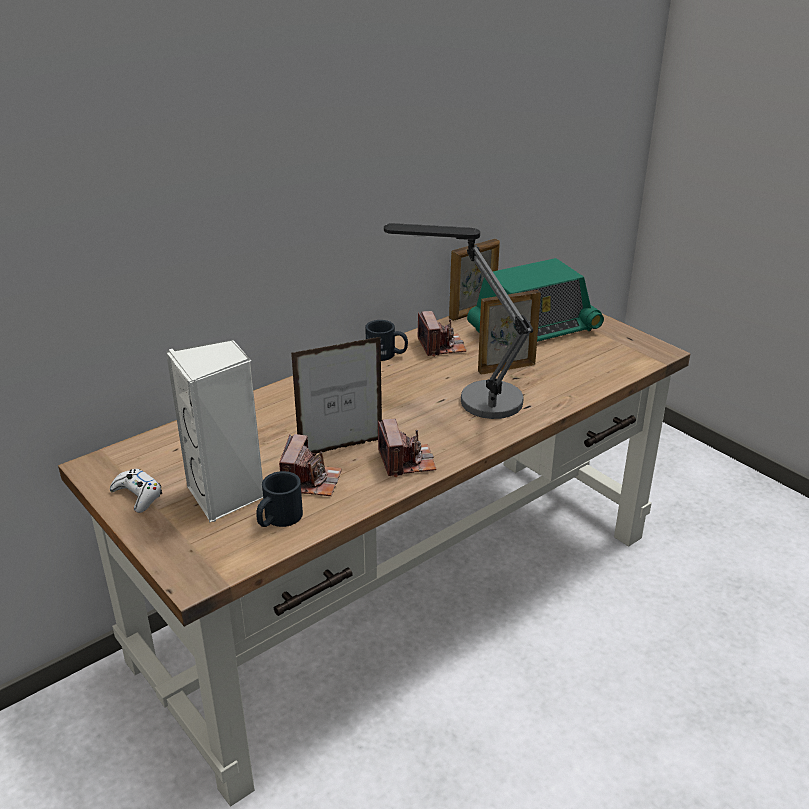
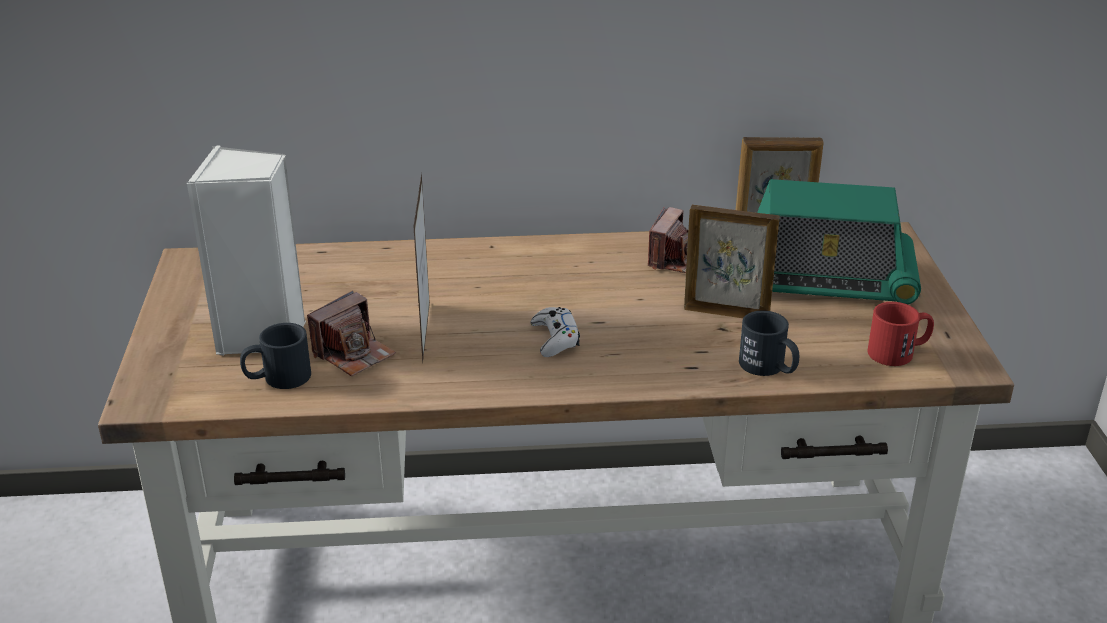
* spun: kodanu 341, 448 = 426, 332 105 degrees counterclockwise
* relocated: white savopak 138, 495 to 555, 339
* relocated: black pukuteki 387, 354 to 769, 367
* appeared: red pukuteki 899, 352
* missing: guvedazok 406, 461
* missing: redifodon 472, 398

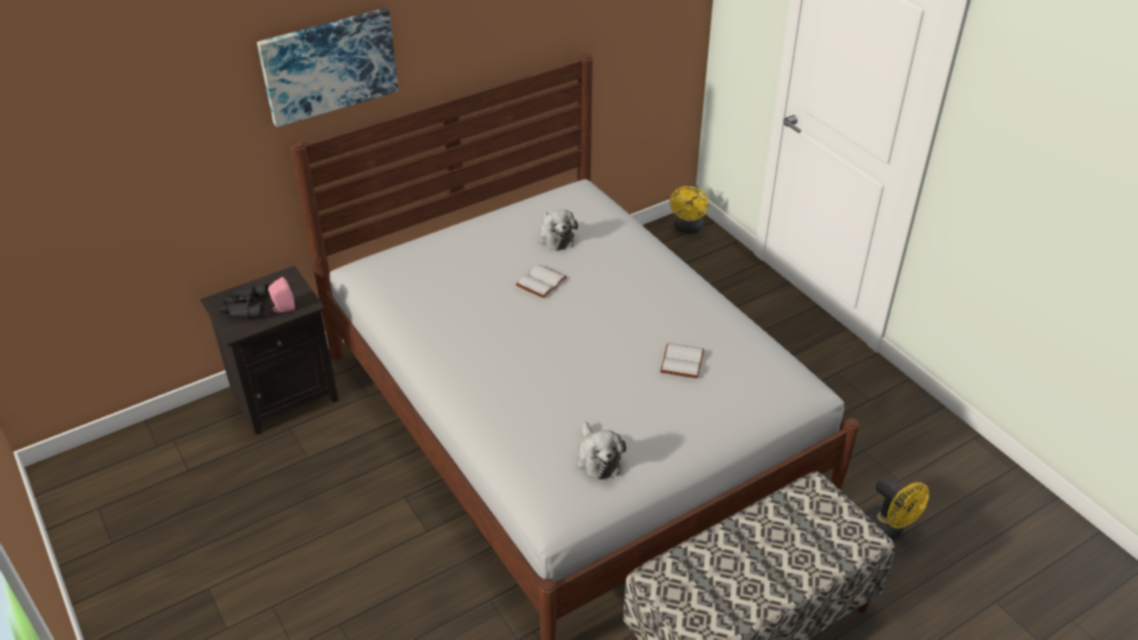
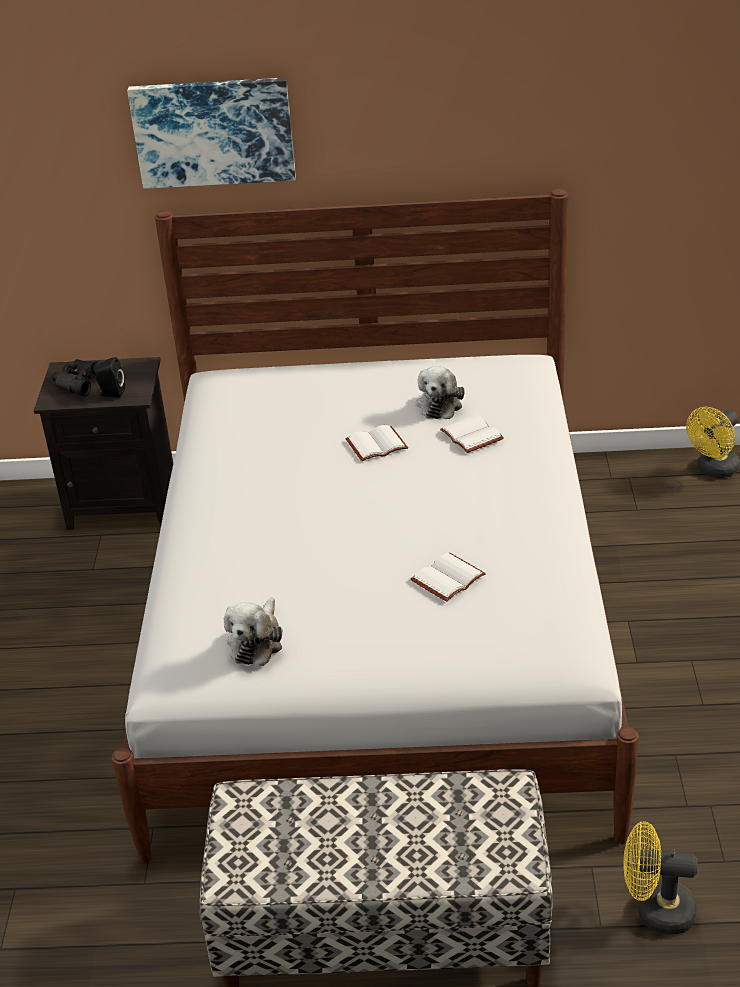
* colour: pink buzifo 283, 308 to black buzifo 111, 393
* appeared: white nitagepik 473, 435
* spun: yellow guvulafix 888, 530 = 655, 911 105 degrees clockwise

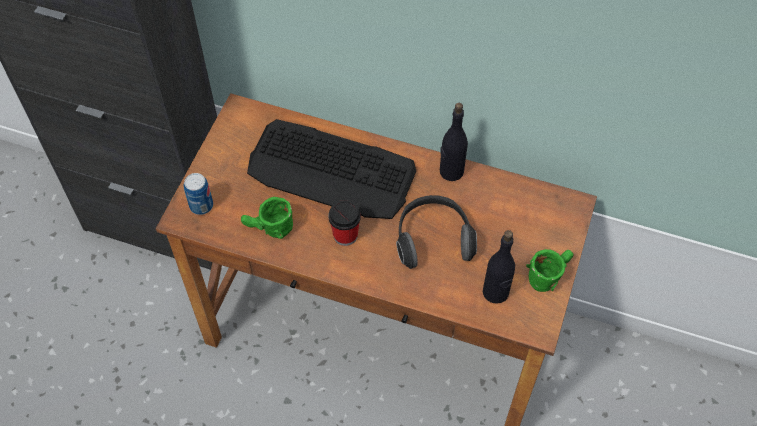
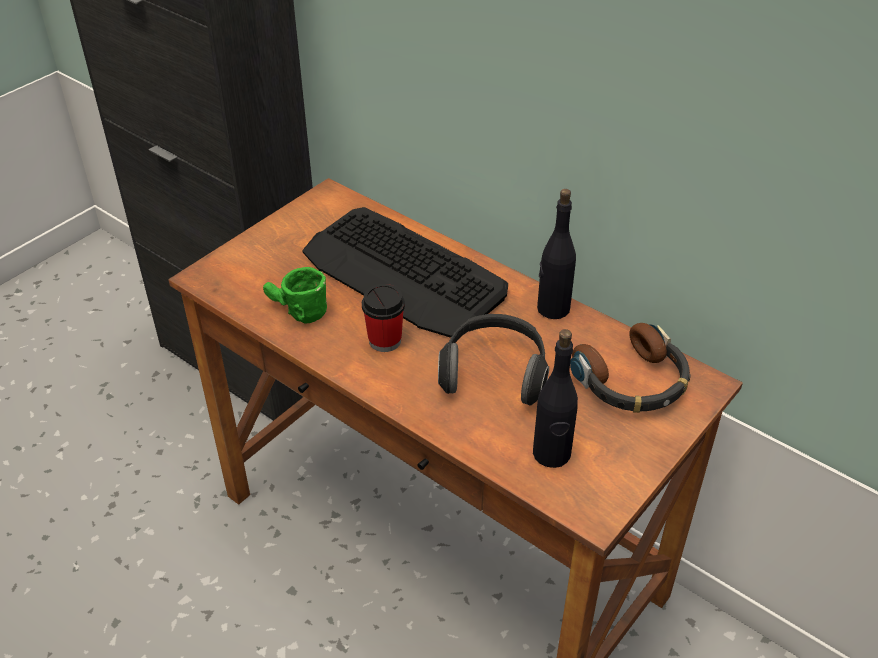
* appeared: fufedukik 632, 381
* missing: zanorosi 201, 205
* missing: green pukuteki 548, 273

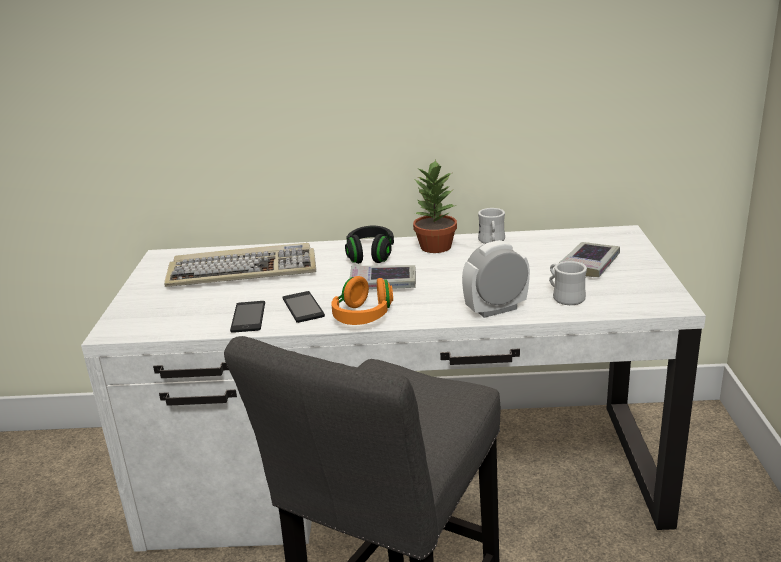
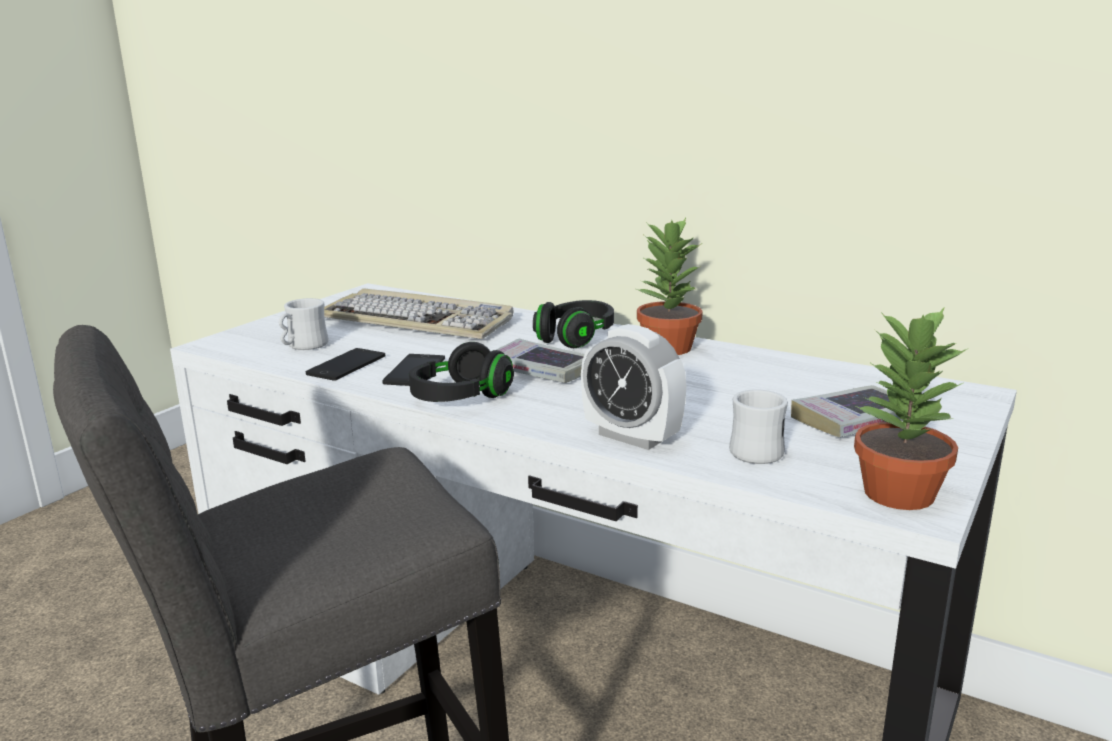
* relocated: white pukuteki 492, 241 to 303, 346
* colour: orange fufedukik 363, 316 to black fufedukik 460, 398
* spun: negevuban 496, 309 = 631, 437 150 degrees counterclockwise
* appeared: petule 896, 494

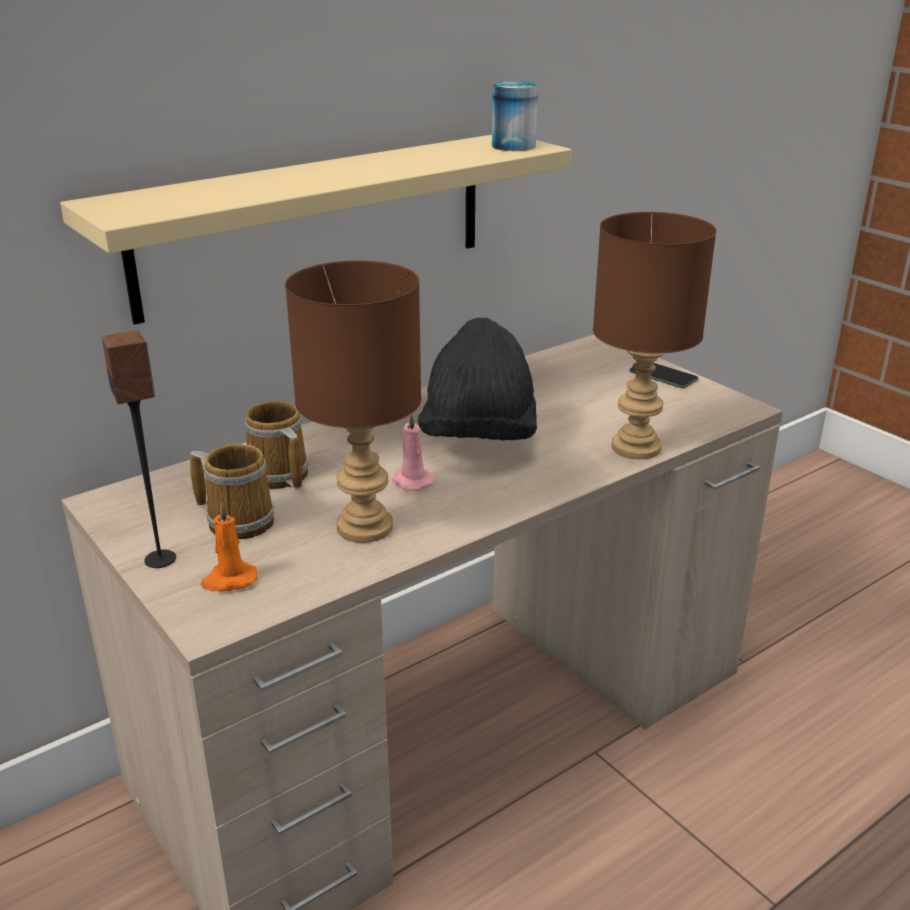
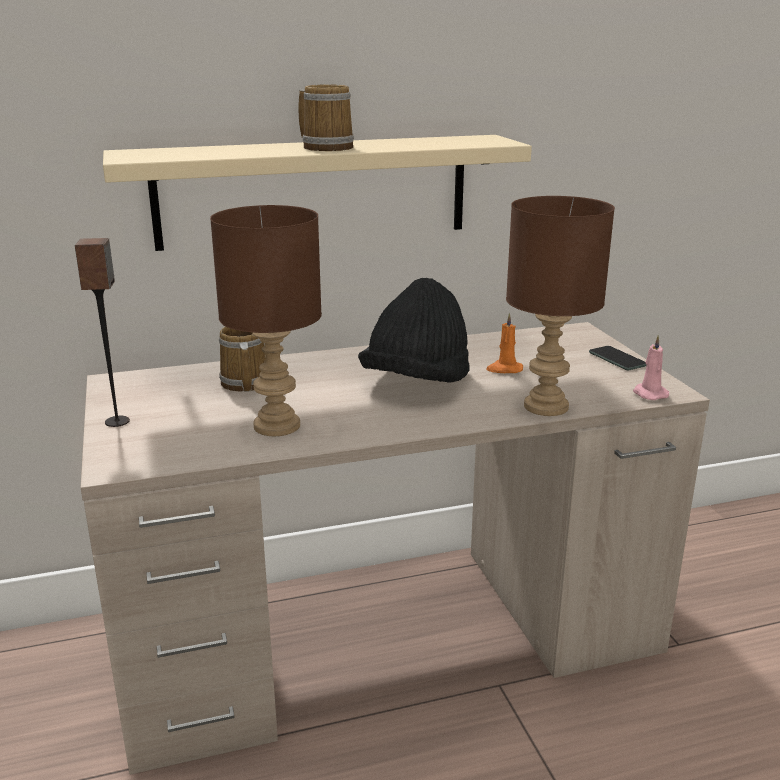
* relocated: pukuteki 238, 520 to 327, 147
* relocated: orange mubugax 229, 580 to 504, 369
* relocated: pink mubugax 411, 481 to 649, 394
* missing: zanorosi 513, 146

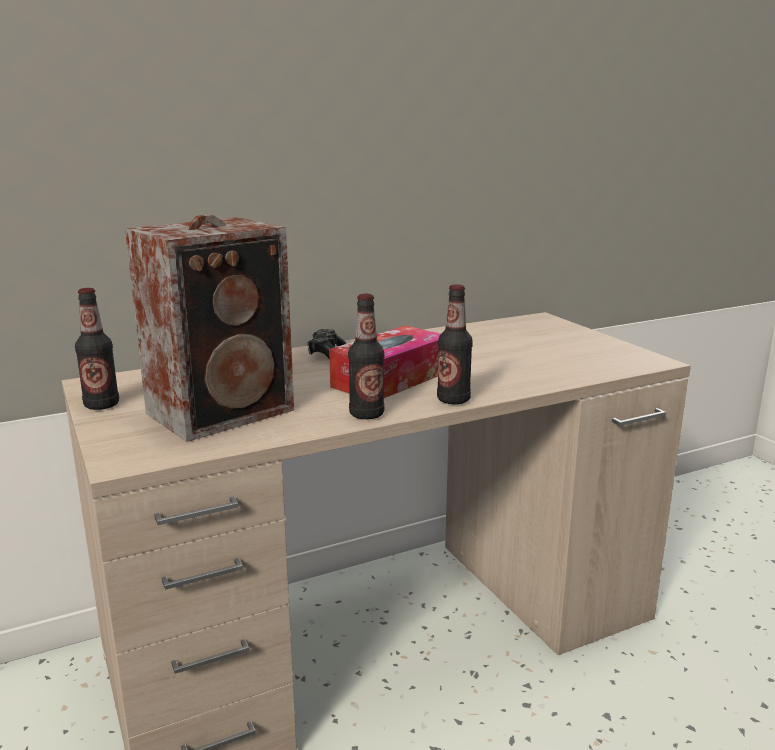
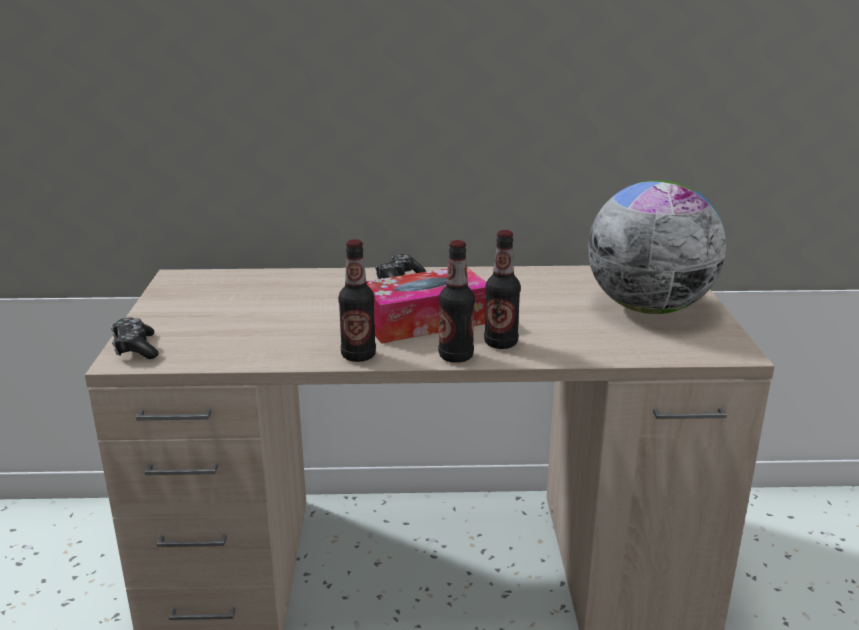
* appeared: savopak 135, 348
* relocated: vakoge 101, 405 to 500, 343
* appeared: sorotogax 648, 308
* missing: buzifo 225, 411

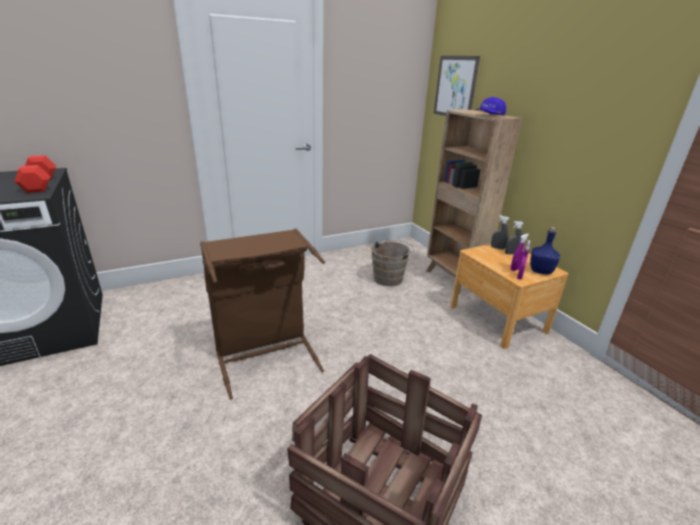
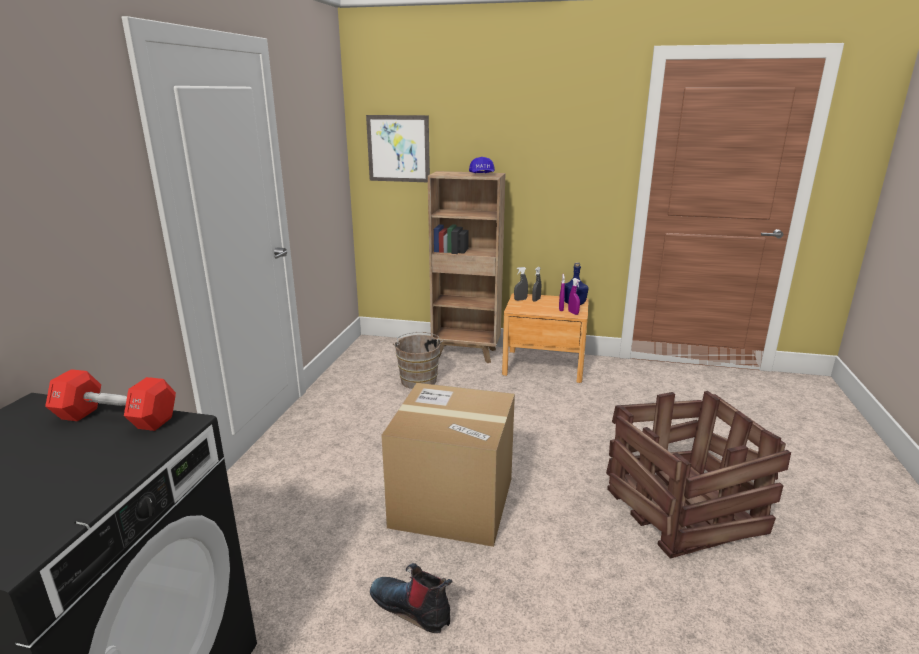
* appeared: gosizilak 412, 608
* exchanged: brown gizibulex 265, 354 to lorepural 452, 502

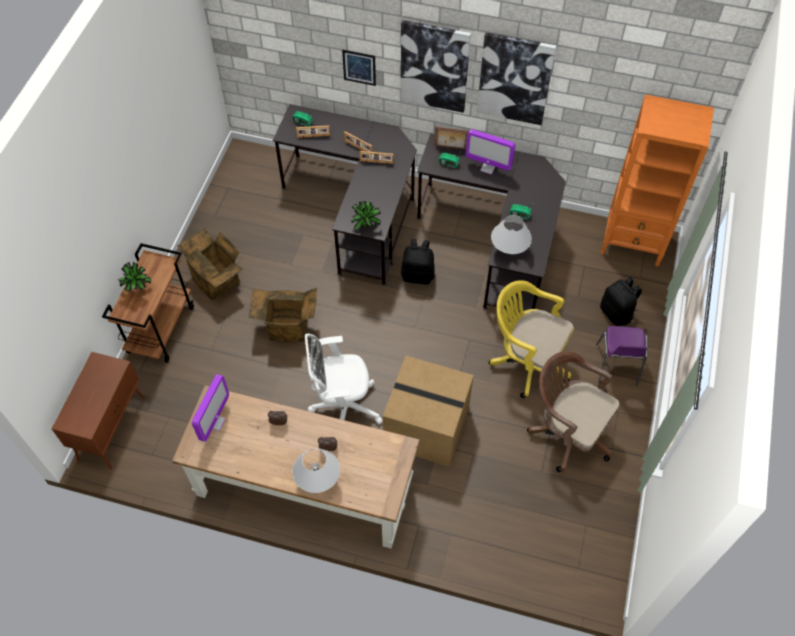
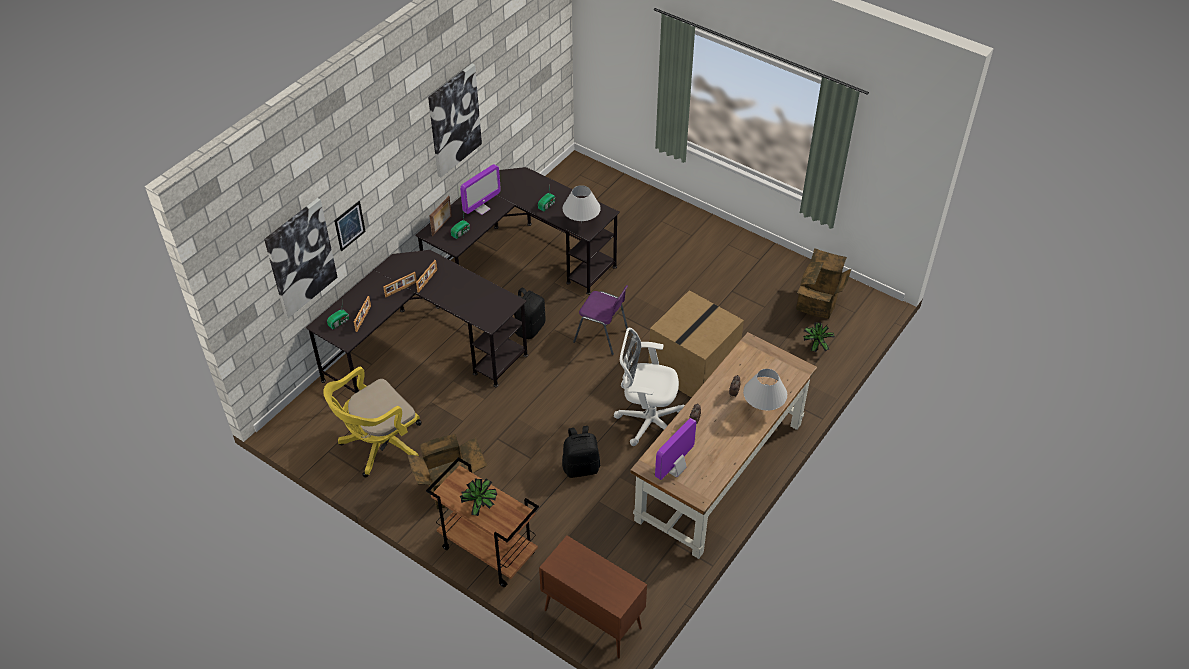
* relocated: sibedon 434, 66 to 300, 258
* relocated: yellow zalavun 526, 360 to 379, 446
* relocated: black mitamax 616, 313 to 581, 467
* relocated: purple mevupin 616, 366 to 602, 336
* spun: white zalavun 342, 406 = 647, 421 90 degrees clockwise
* spun: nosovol 215, 422 = 675, 469 90 degrees counterclockwise
* relocated: lorepural 287, 328 to 818, 304
* relocated: petule 366, 226 to 815, 347
* missing: brown zalavun 566, 431
* missing: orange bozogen 633, 243

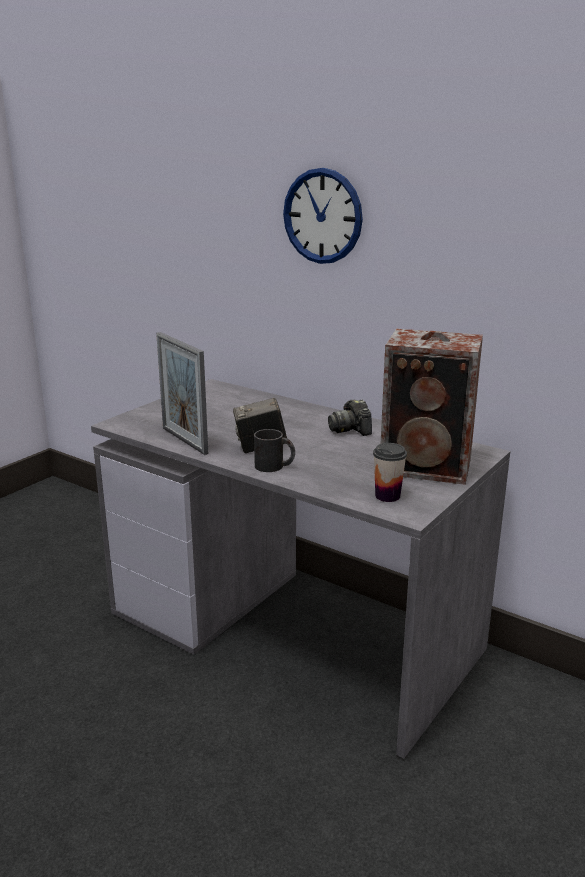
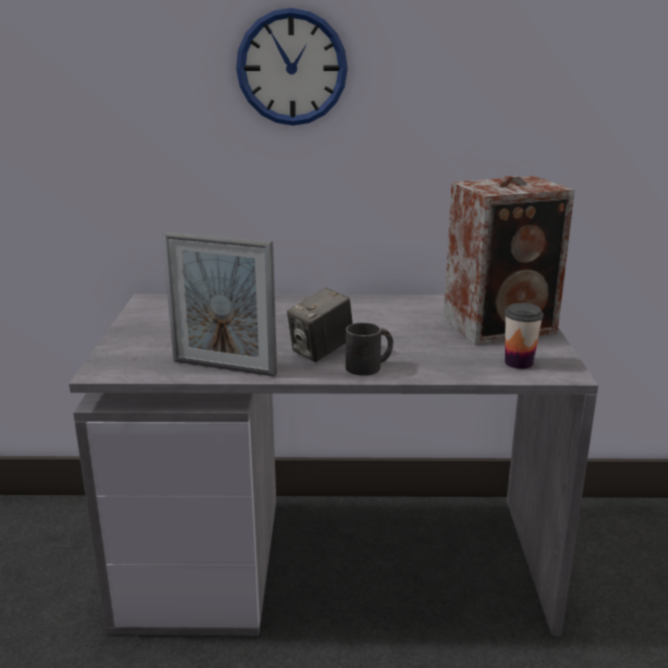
* missing: guvedazok 351, 429

